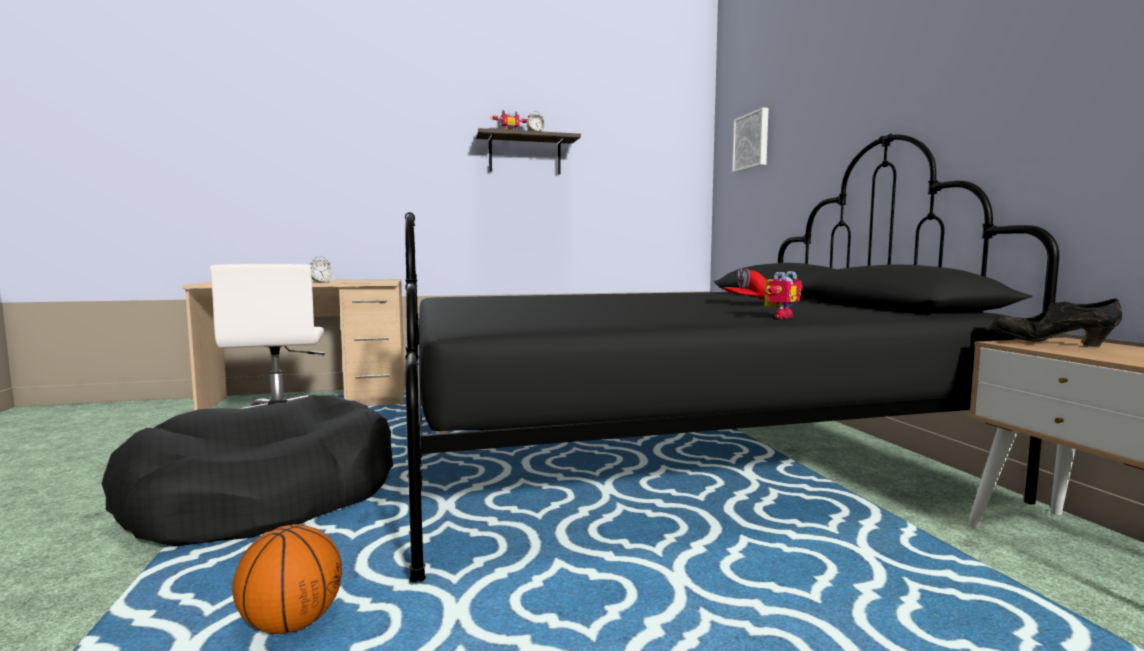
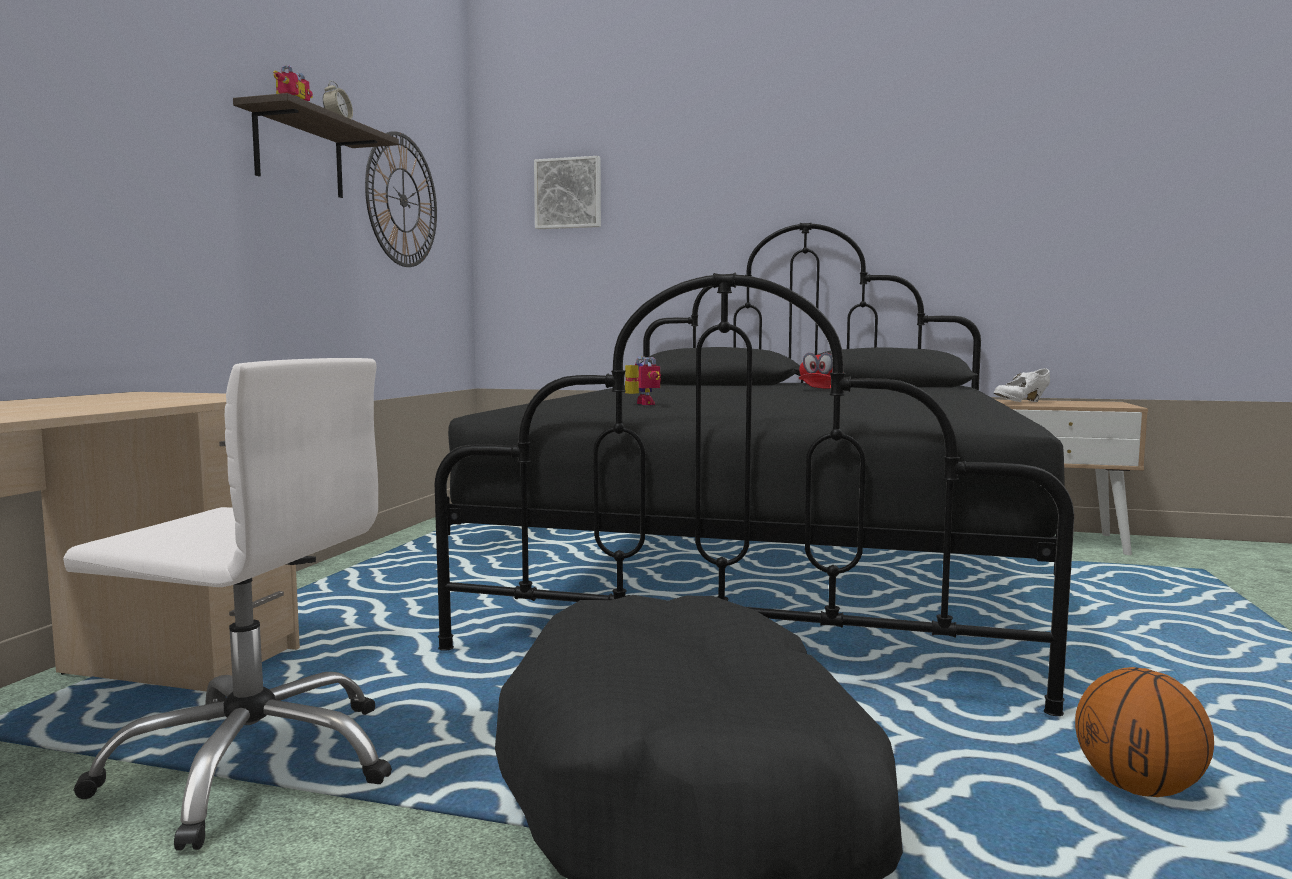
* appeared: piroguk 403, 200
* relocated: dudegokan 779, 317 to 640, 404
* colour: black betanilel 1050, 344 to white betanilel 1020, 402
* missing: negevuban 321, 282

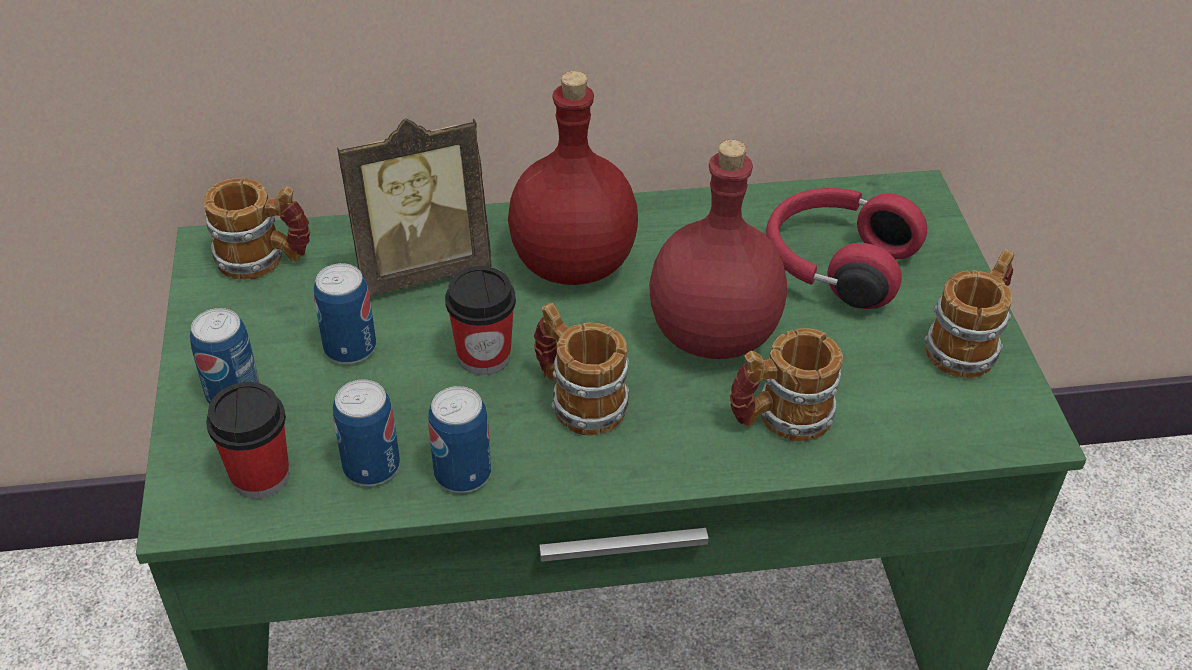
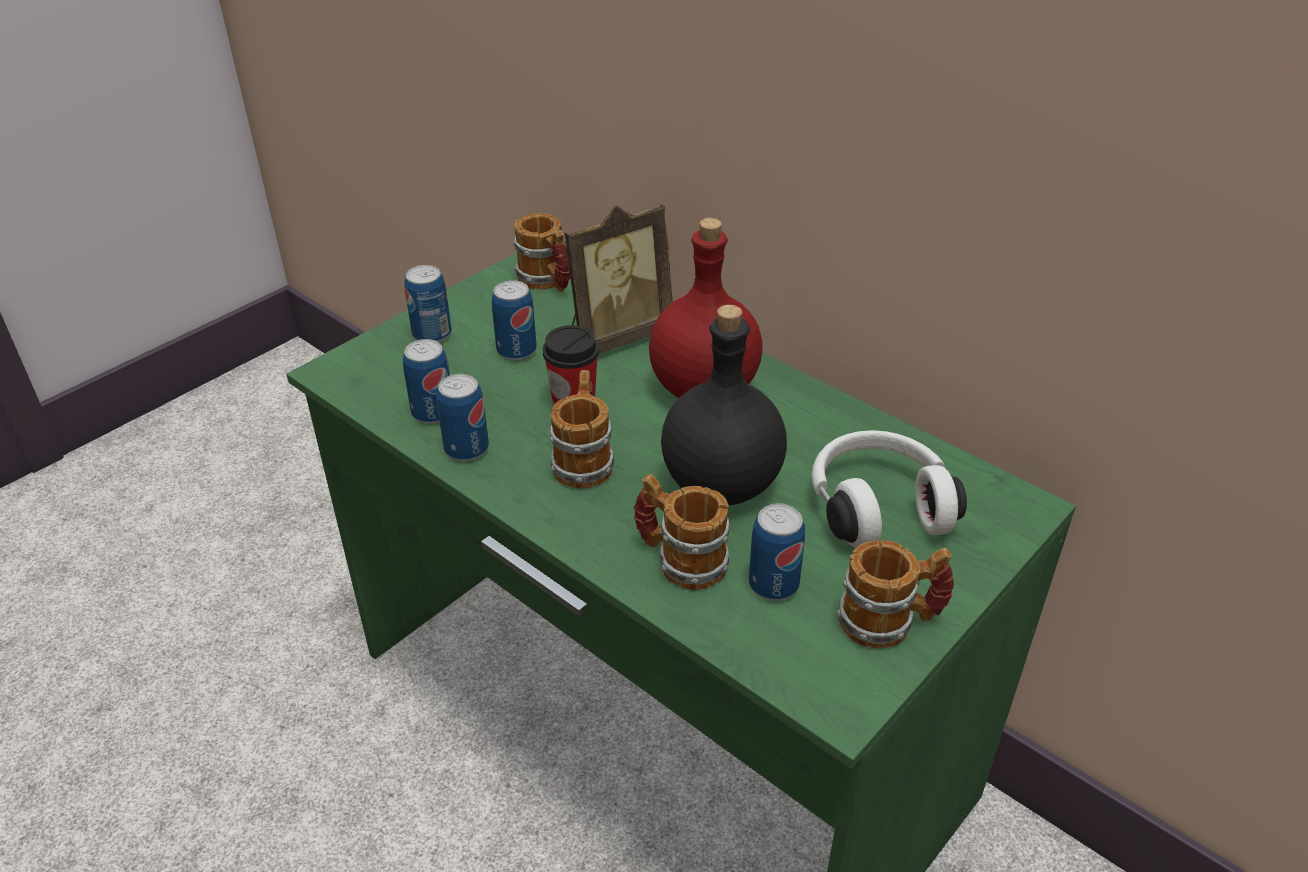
* spun: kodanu 420, 267 = 617, 336 60 degrees counterclockwise
* colour: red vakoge 712, 336 to black vakoge 719, 485
* appeared: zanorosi 773, 584
* colour: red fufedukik 835, 265 to white fufedukik 877, 506
* missing: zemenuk 260, 476

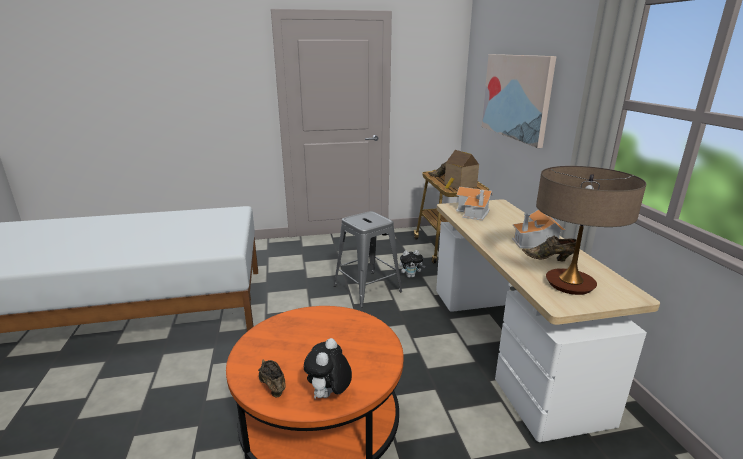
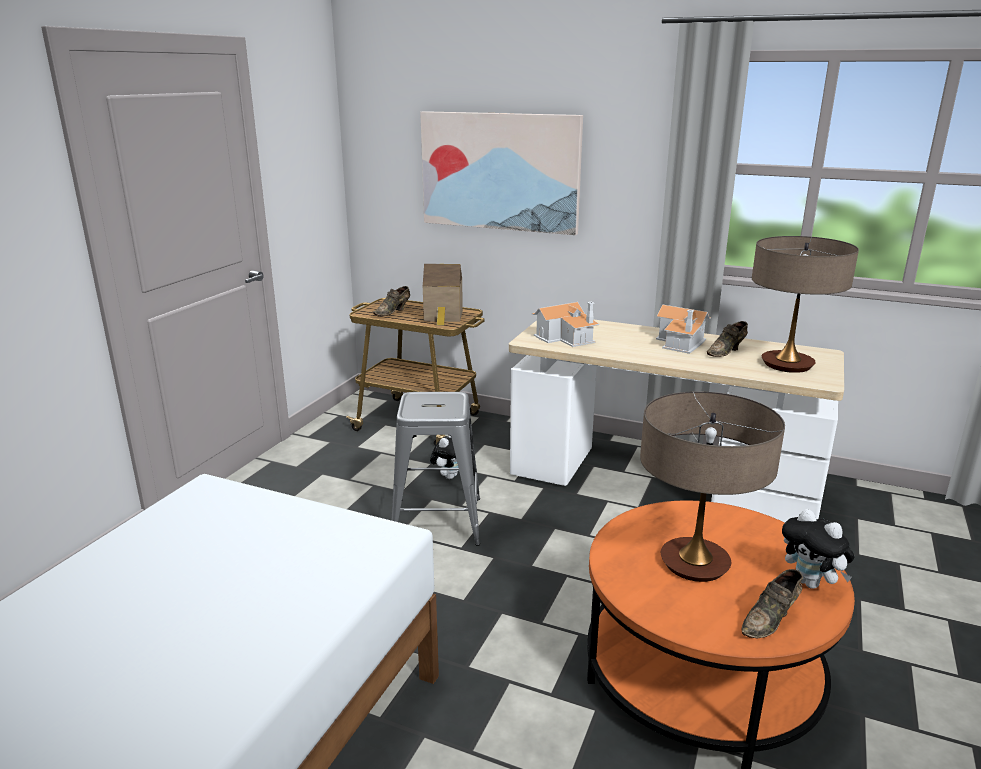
* appeared: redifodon 694, 564
* spun: brown betanilel 272, 386 = 771, 620 45 degrees counterclockwise

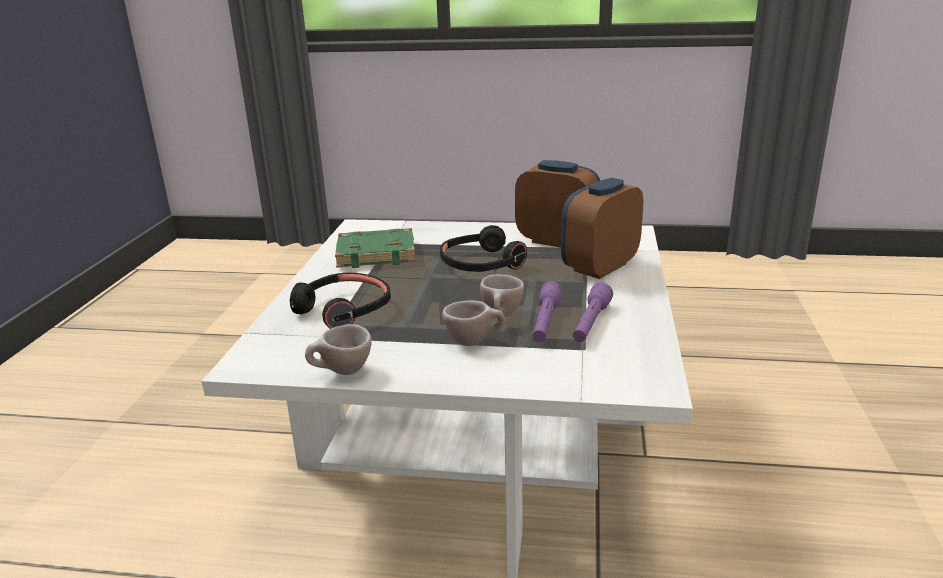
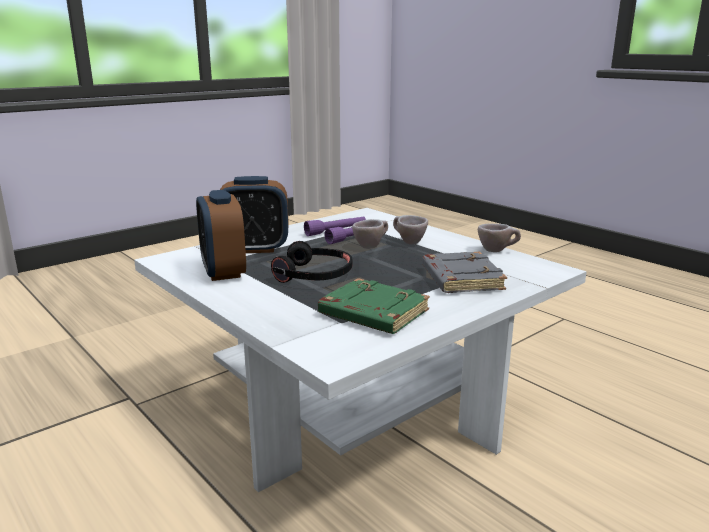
* exchanged: black fufedukik 344, 309 to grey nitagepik 460, 279

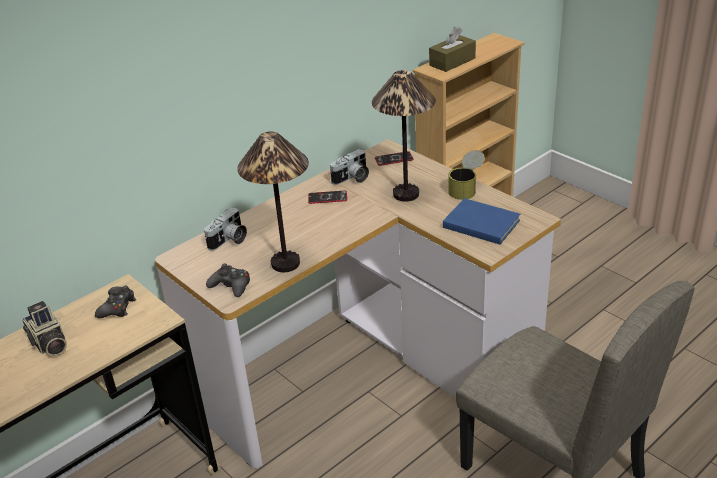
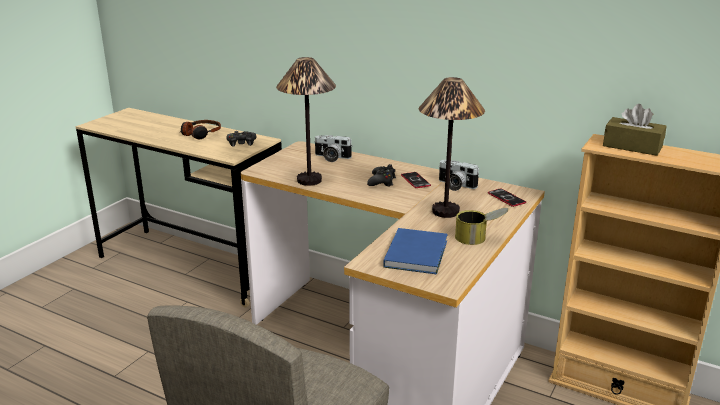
* exchanged: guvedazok 48, 344 to fufedukik 200, 134
* relocated: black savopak 231, 286 to 382, 181

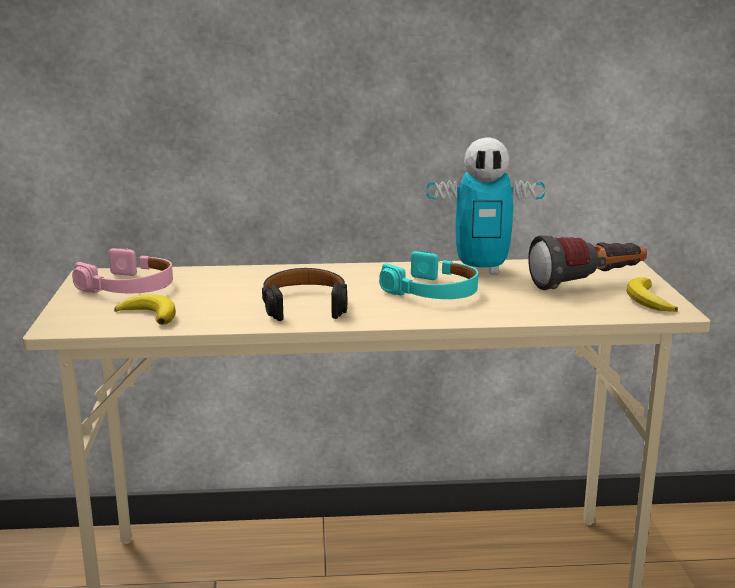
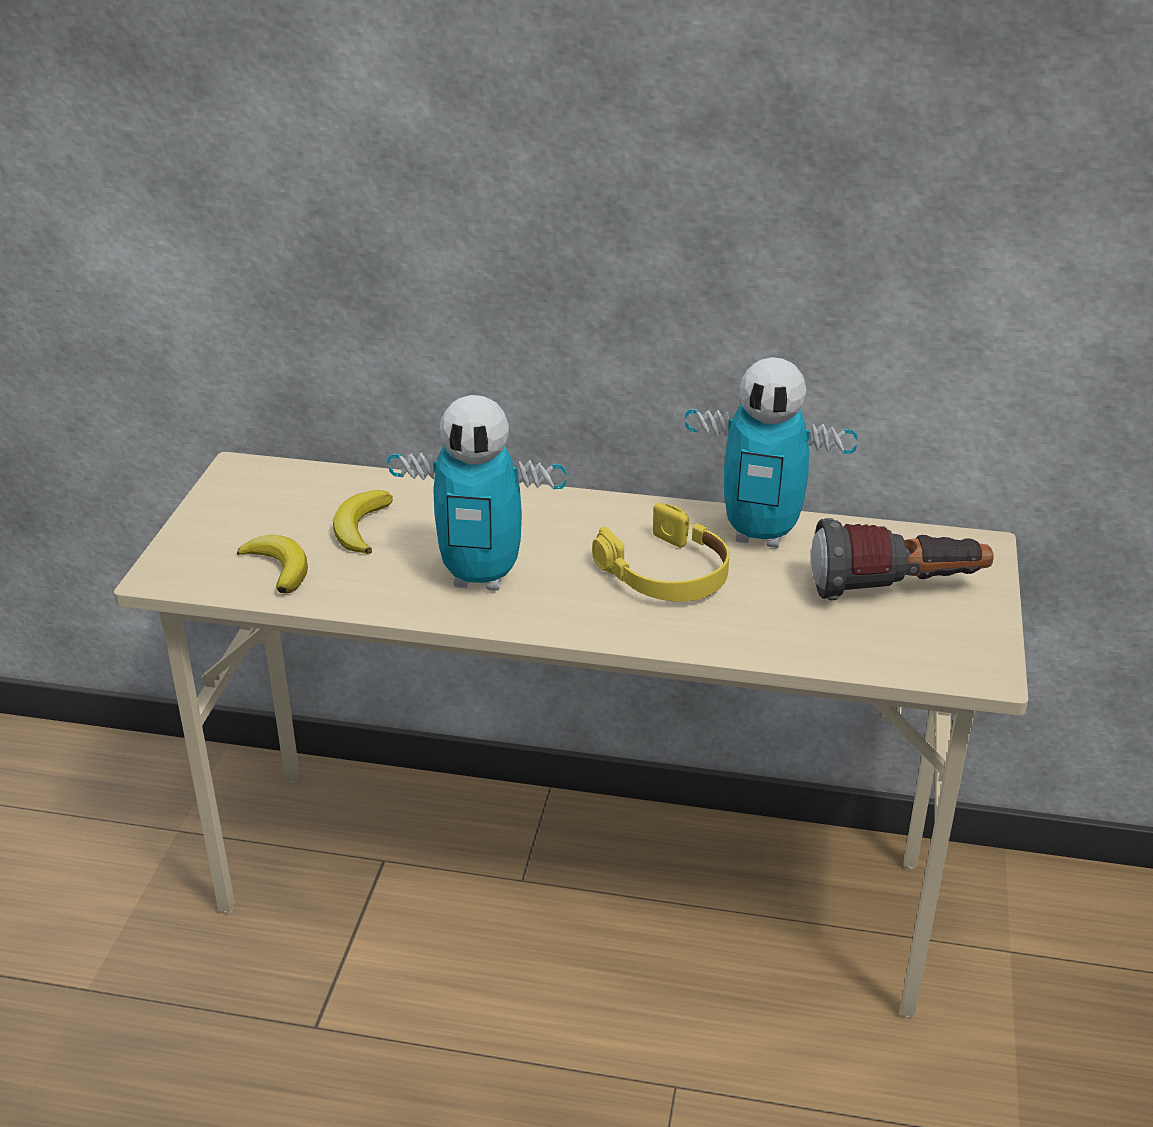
* relocated: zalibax 647, 300 to 361, 527
* exchanged: black fufedukik 305, 305 to dudegokan 481, 577
* colour: turquoise fufedukik 433, 291 to yellow fufedukik 667, 573
* missing: pink fufedukik 129, 286

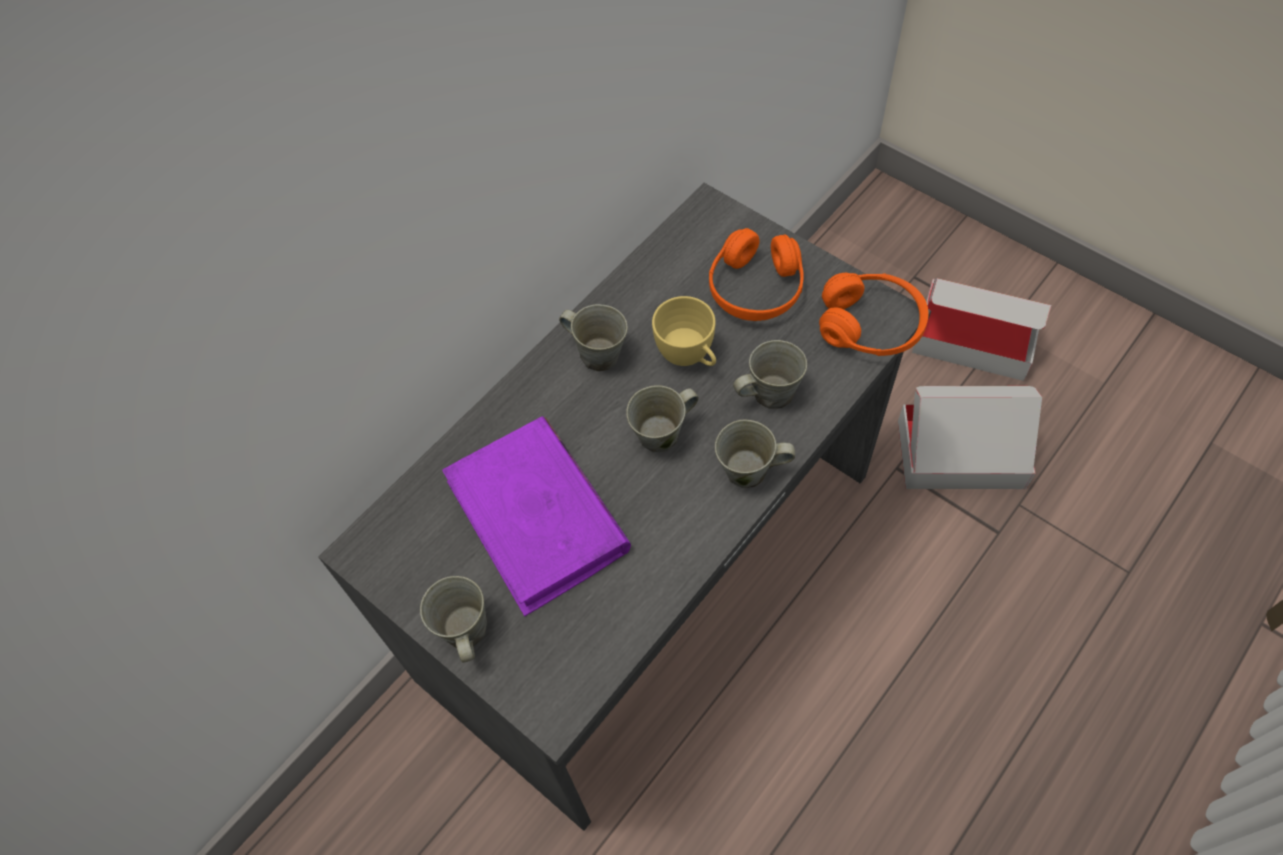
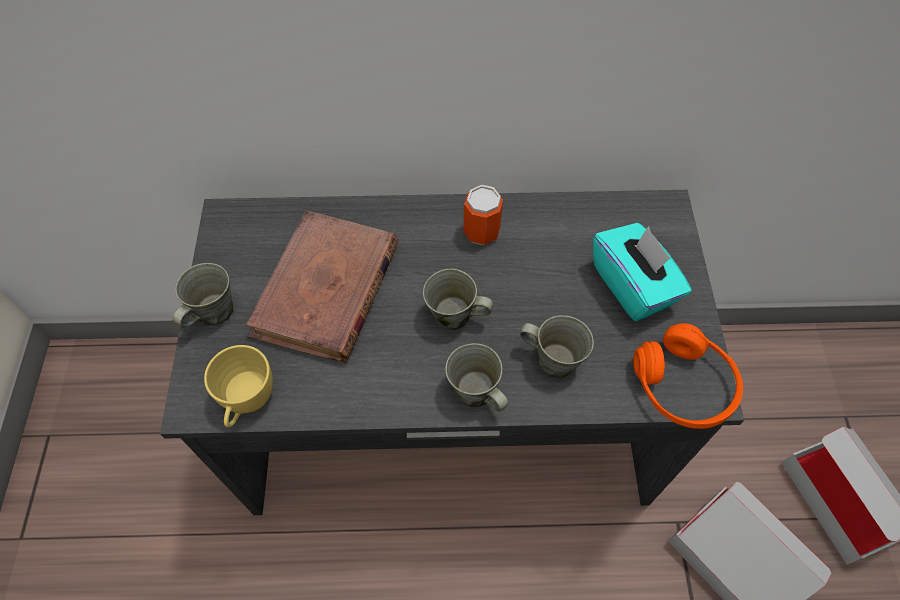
* relocated: yellow zemenuk 689, 356 to 247, 402
* colour: purple nitagepik 537, 517 to brown nitagepik 326, 291
* exchanged: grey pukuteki 598, 353 to zanorosi 481, 232
* exchanged: orange fufedukik 755, 288 to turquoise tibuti 633, 286

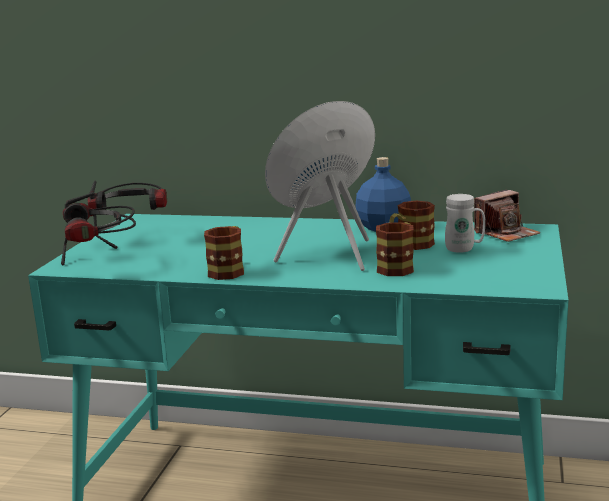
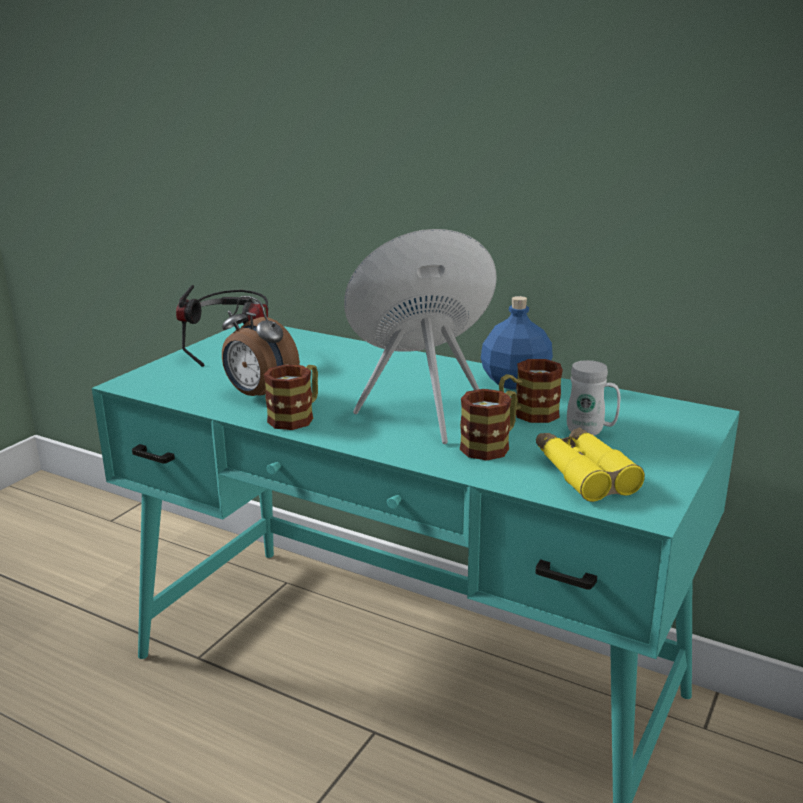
* appeared: negevuban 259, 396
* appeared: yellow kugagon 583, 473
* missing: fufedukik 101, 264
* missing: guvedazok 506, 233

